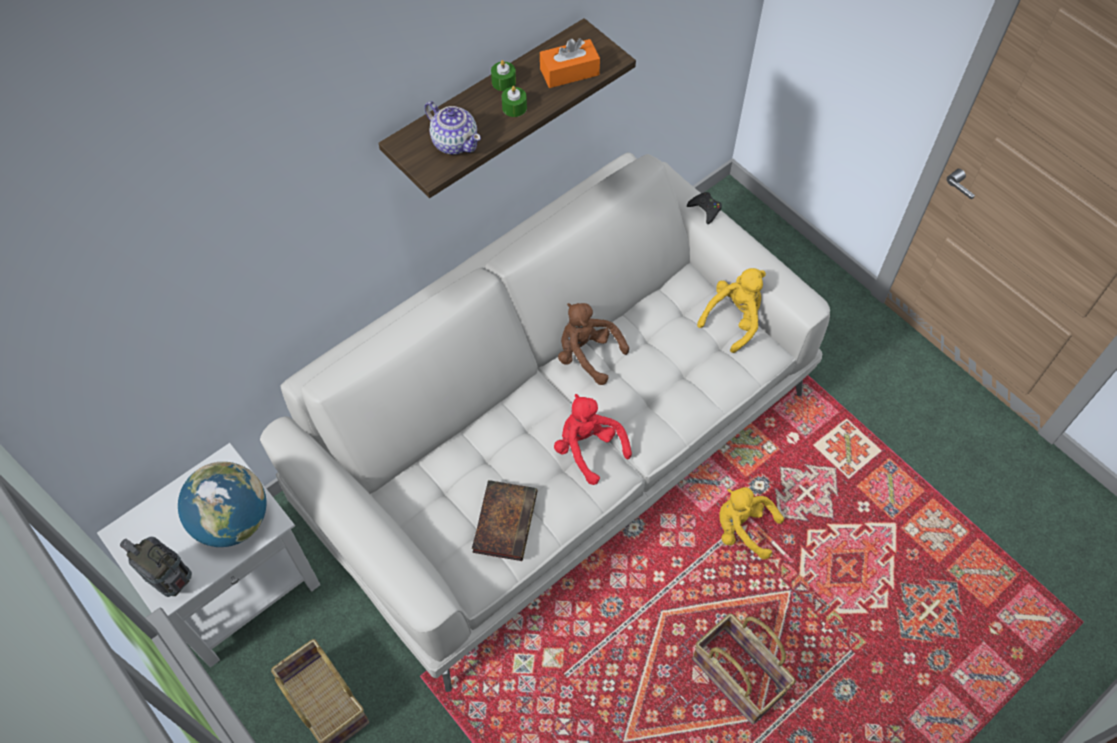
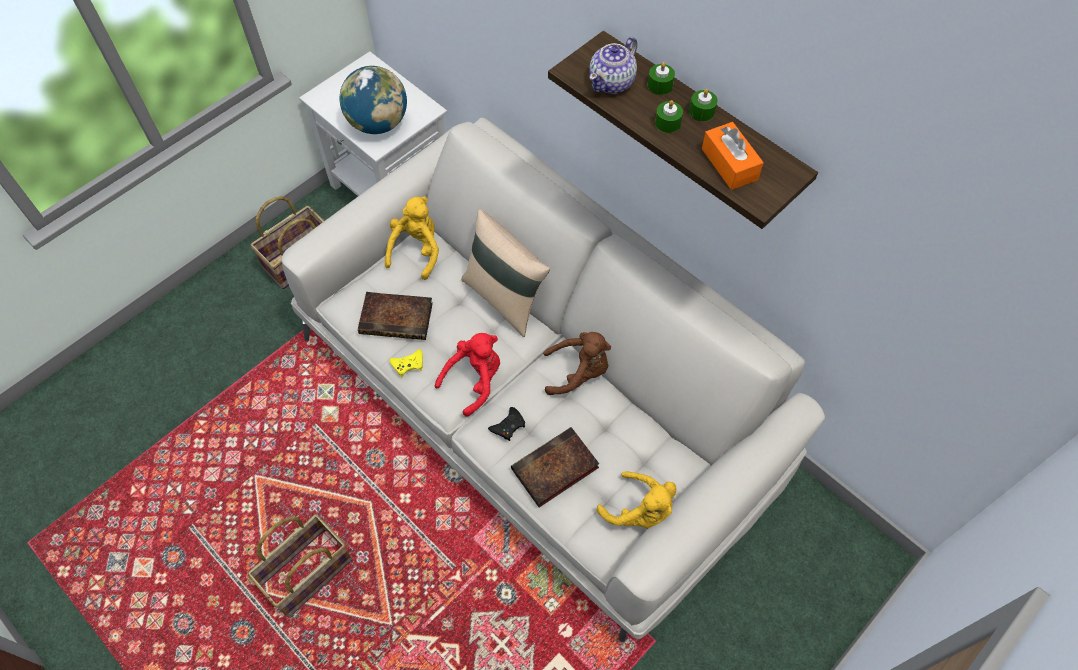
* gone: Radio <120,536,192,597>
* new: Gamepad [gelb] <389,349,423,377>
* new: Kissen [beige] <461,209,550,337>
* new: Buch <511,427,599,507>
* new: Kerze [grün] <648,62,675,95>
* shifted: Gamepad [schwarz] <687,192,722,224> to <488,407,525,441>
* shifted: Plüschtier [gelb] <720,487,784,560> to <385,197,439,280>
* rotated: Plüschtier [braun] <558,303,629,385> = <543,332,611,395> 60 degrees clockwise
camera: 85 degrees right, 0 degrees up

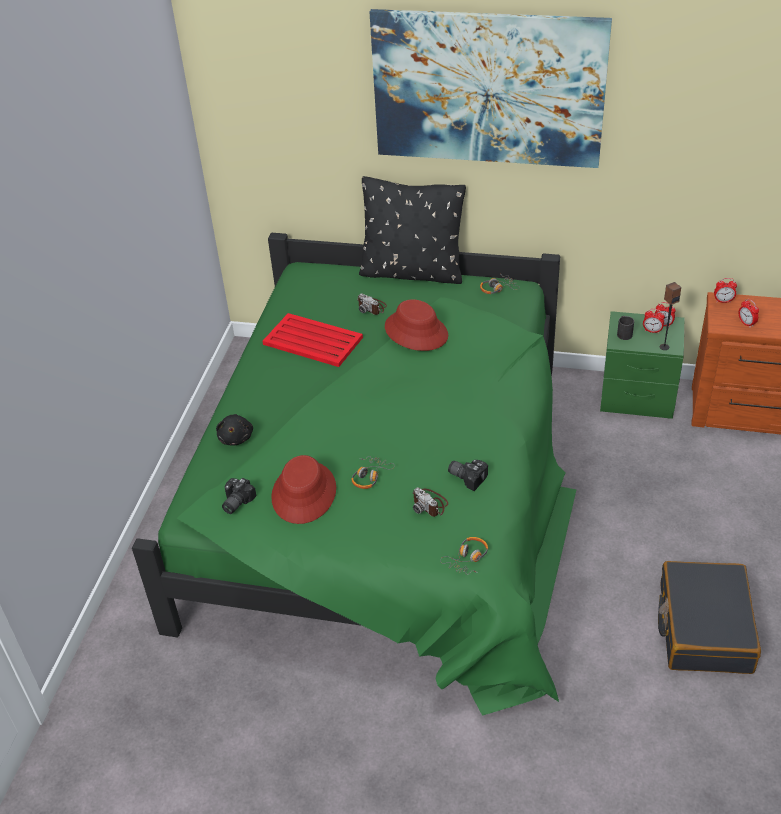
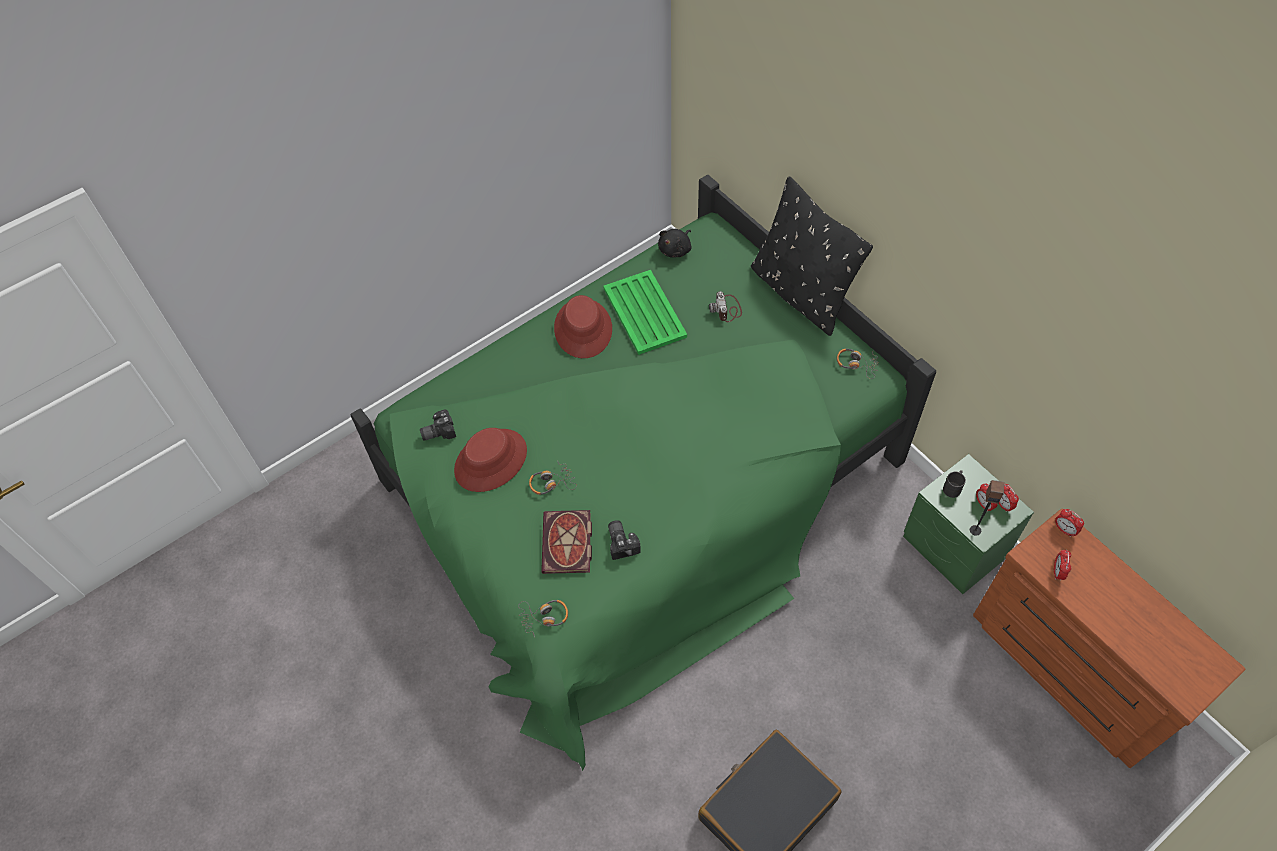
* gone: Bild <370,9,612,168>
* shifted: Plüschtier [schwarz] <216,414,253,445> to <658,229,691,258>
* shifted: Hut [rot] <385,299,448,351> to <554,295,612,358>
* swapped: Kamera <413,488,448,517> to Buch <541,510,592,574>
* repainted: Tablett [rot] <263,313,363,367> to Tablett [grün] <603,270,687,355>
camera: 40 degrees right, 15 degrees up

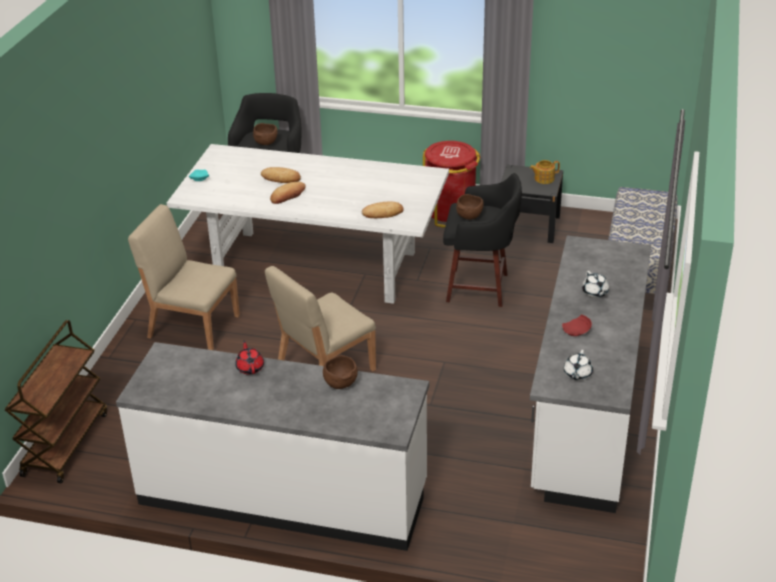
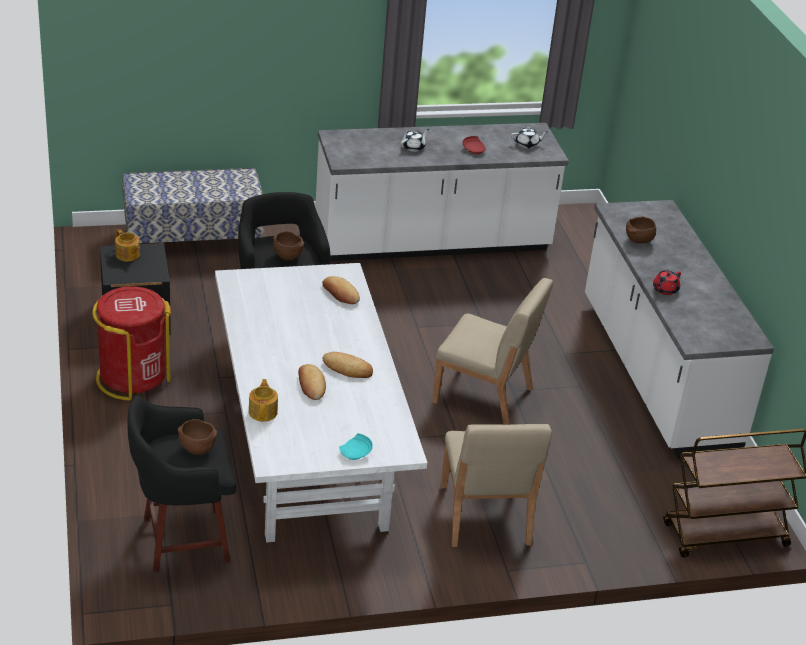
* new: Teekanne <249,379,278,422>
camera: 120 degrees left, 0 degrees up

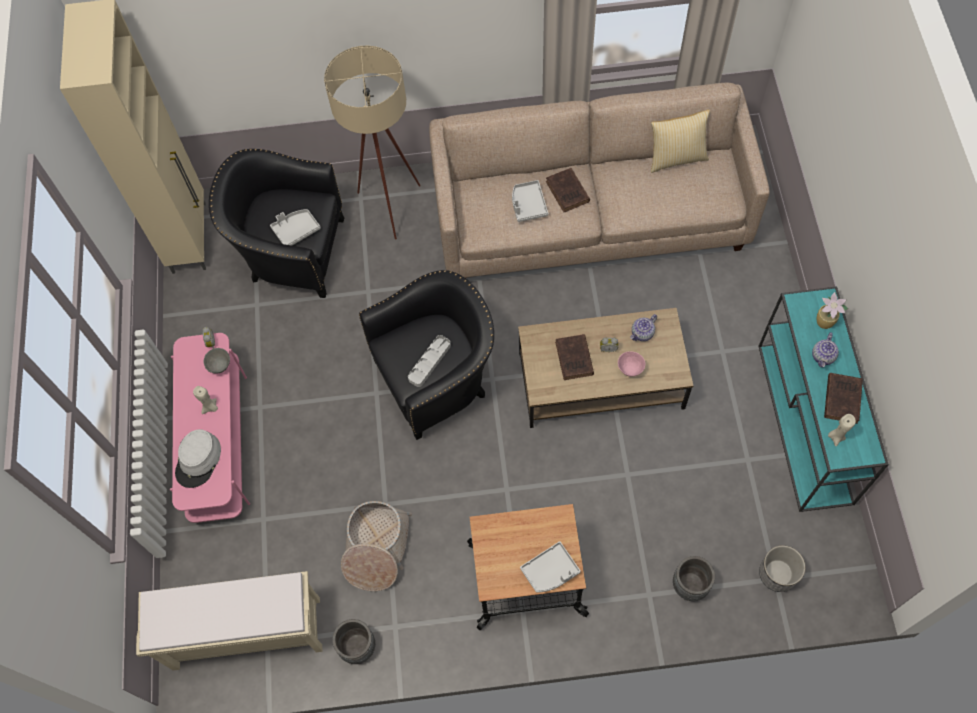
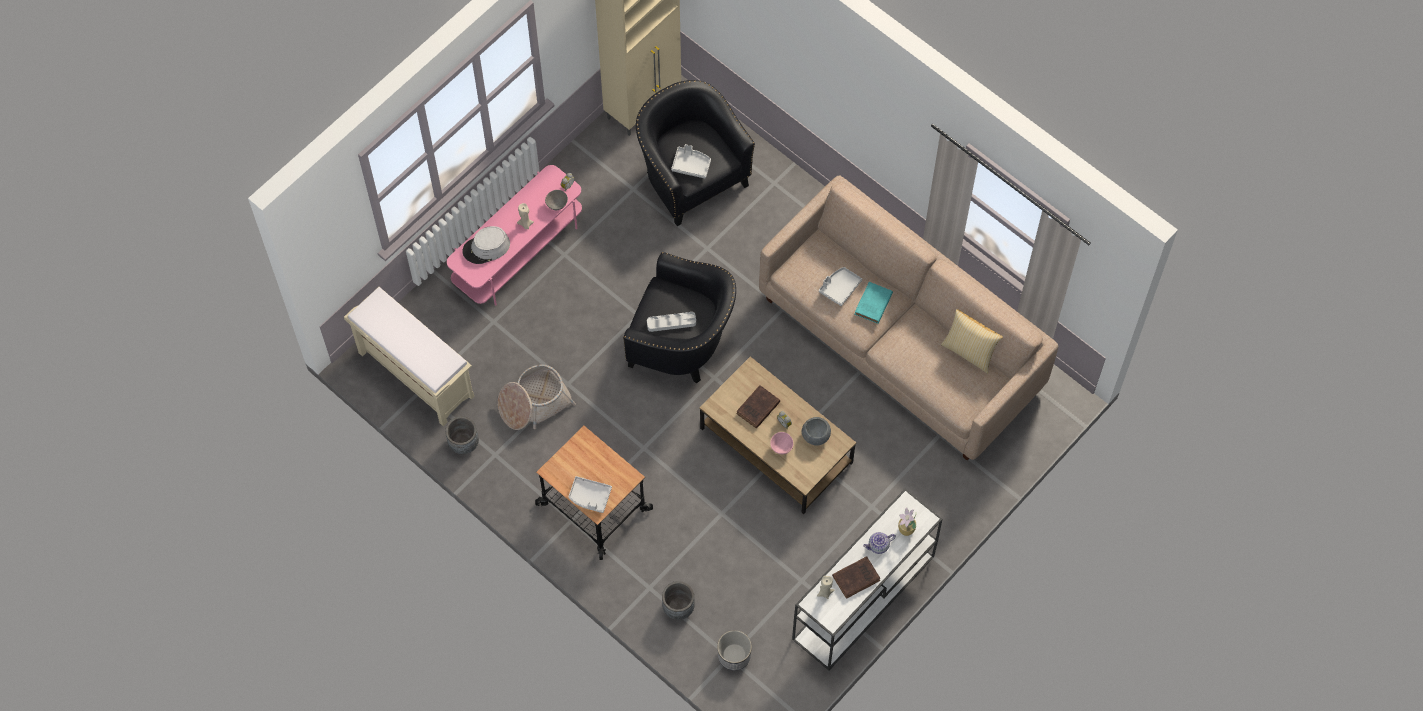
* gone: Stehlampe [beige] <324,46,421,240>
* swapped: Teekanne <630,314,657,341> to Schüssel [grau] <802,417,831,446>
* repainted: Buch [braun] <546,168,590,212> to Buch [türkis] <855,282,893,324>
* repainted: Konsolentisch [türkis] <758,286,889,512> to Konsolentisch [weiß] <792,489,942,671>
camera: 45 degrees right, 0 degrees up

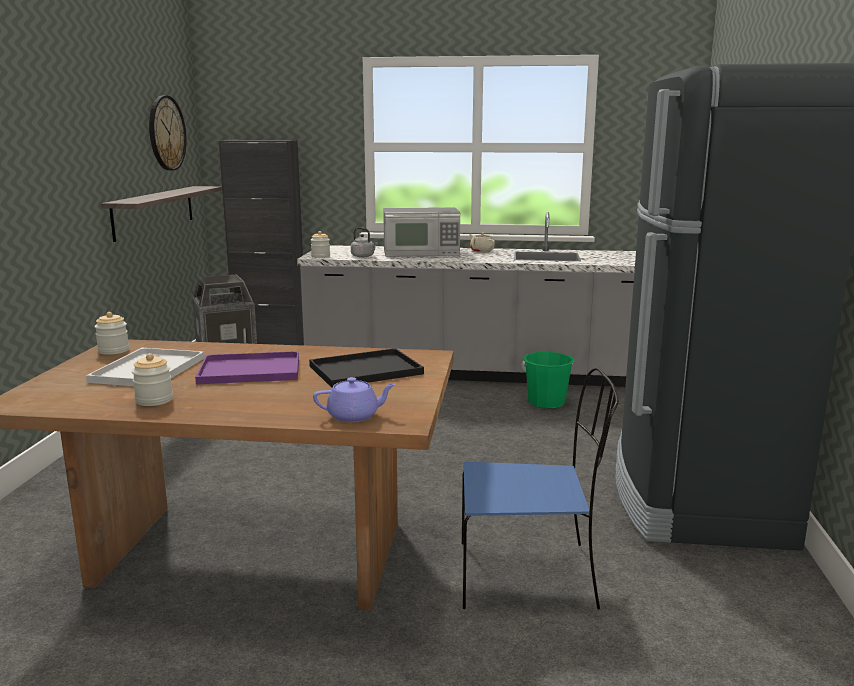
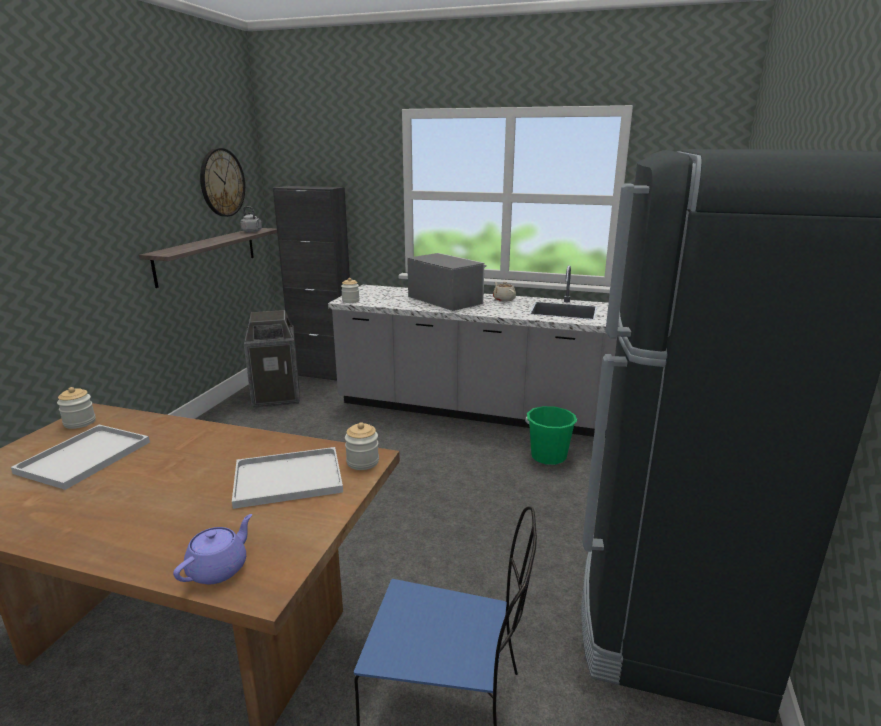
* gone: Tablett [lila] <195,351,299,384>
* shifted: Vorratsglas <132,353,173,406> to <345,422,379,470>
* shifted: Wasserkessel [grau] <351,227,378,258> to <240,206,262,232>
* repainted: Tablett [schwarz] <309,348,424,388> to Tablett [weiß] <232,447,343,509>
* rotated: Teekanne [lila] <313,377,396,422> = <173,514,252,584> 60 degrees counterclockwise
* rotated: Mikrowelle <383,207,460,257> = <407,253,487,311> 135 degrees counterclockwise
camera: 10 degrees right, 5 degrees up

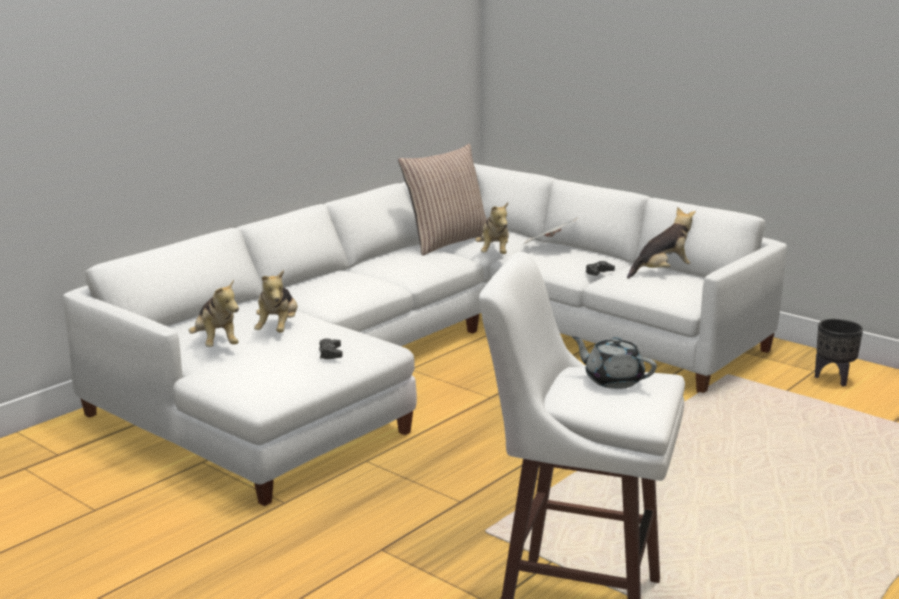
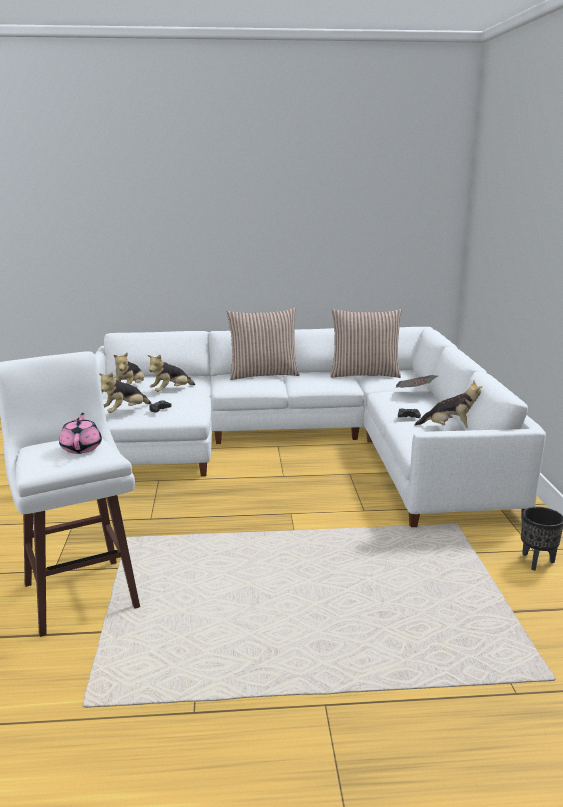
* new: Kissen <227,308,300,380>
* shifted: Plüschtier <475,202,509,254> to <99,372,151,413>
* repainted: Teekanne [grau] <572,337,657,389> to Teekanne [rosa] <59,413,102,454>
camera: 45 degrees right, 0 degrees up

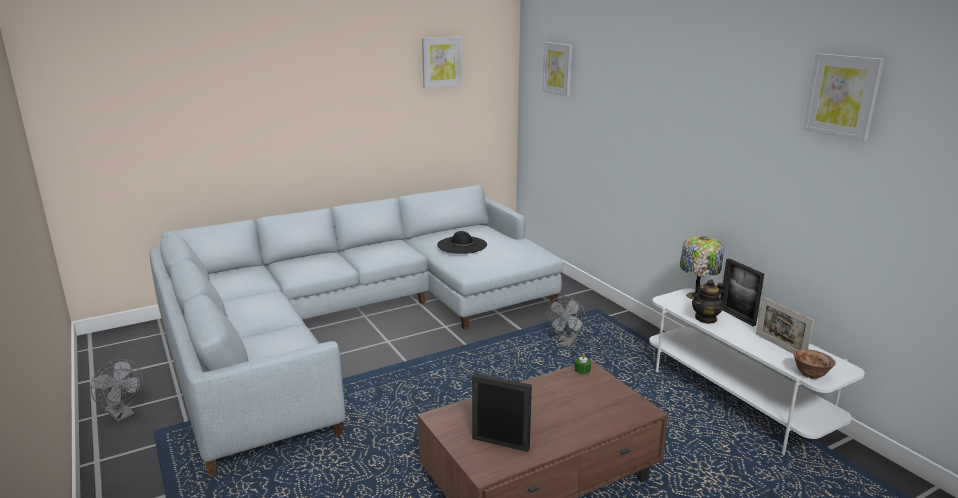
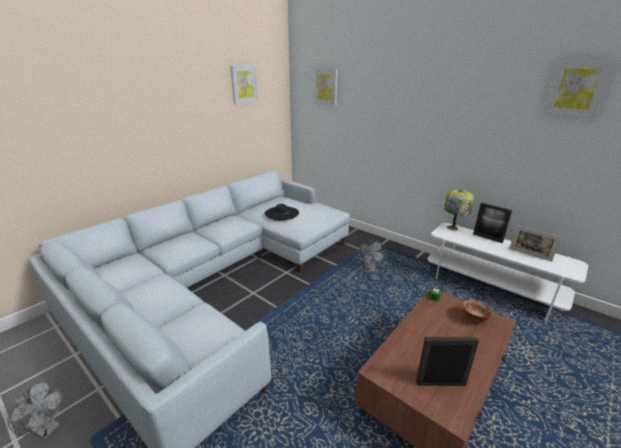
* gone: Teekanne <692,279,726,324>
* shifted: Schüssel <794,349,836,379> to <462,299,494,324>
camera: 20 degrees left, 5 degrees up

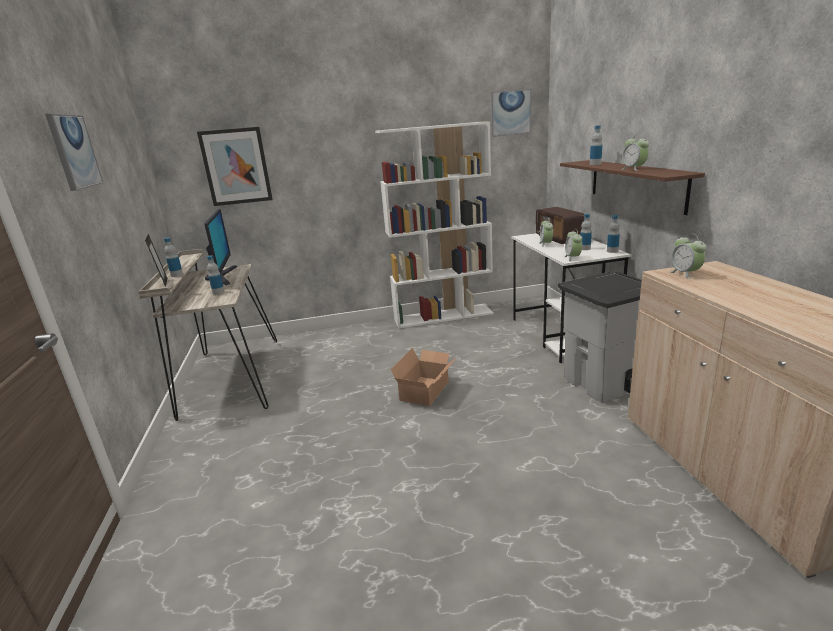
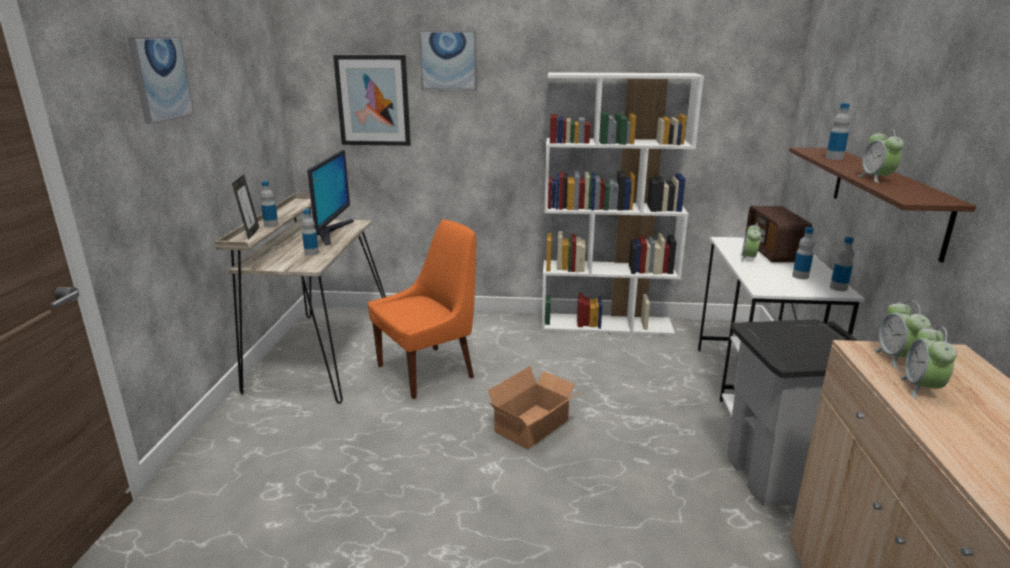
* new: Stuhl [orange] <368,220,476,399>
* shifted: Bild <491,89,531,137> to <419,31,477,91>
* shifted: Wecker <564,229,582,261> to <900,326,957,399>
camera: 15 degrees right, 0 degrees up

